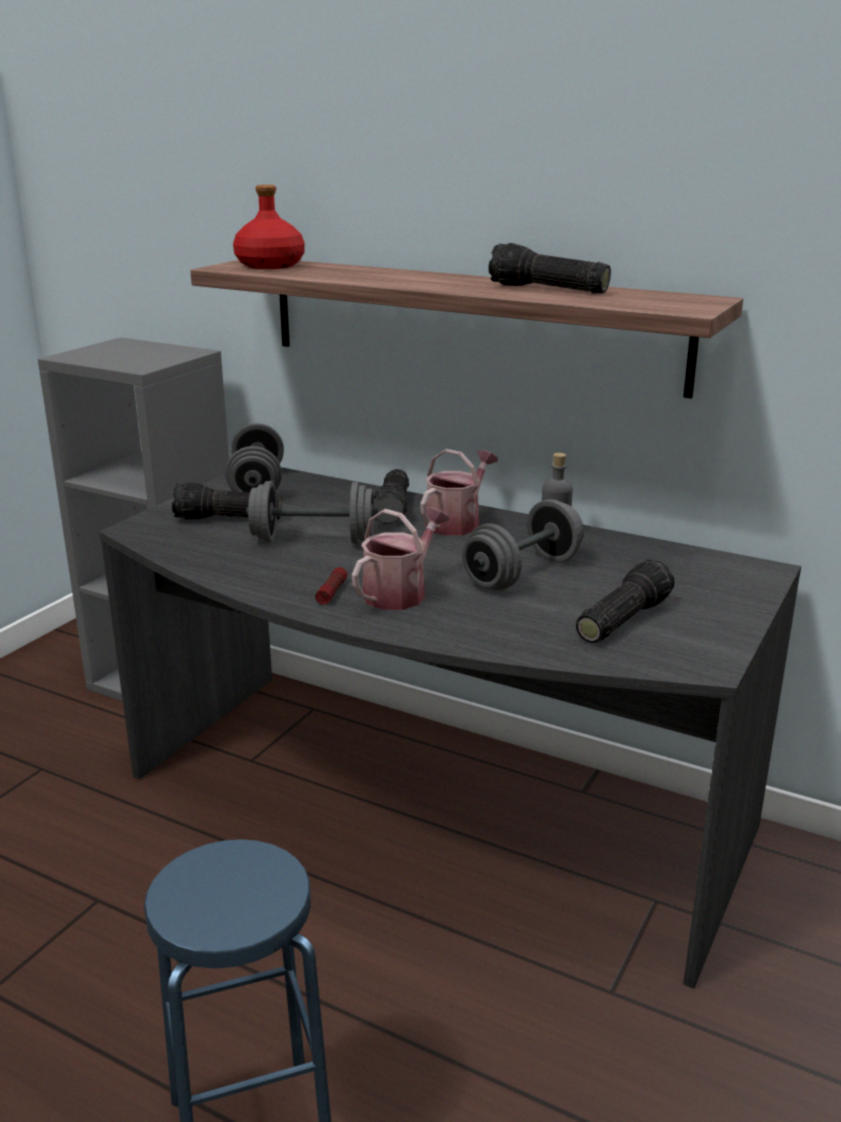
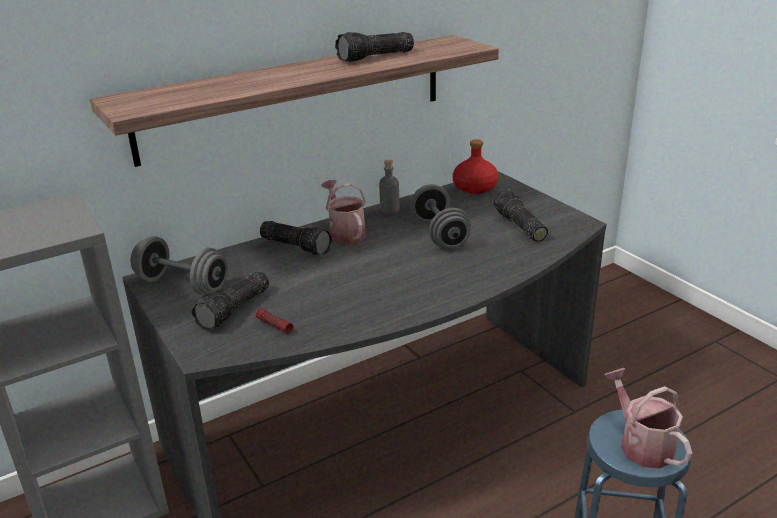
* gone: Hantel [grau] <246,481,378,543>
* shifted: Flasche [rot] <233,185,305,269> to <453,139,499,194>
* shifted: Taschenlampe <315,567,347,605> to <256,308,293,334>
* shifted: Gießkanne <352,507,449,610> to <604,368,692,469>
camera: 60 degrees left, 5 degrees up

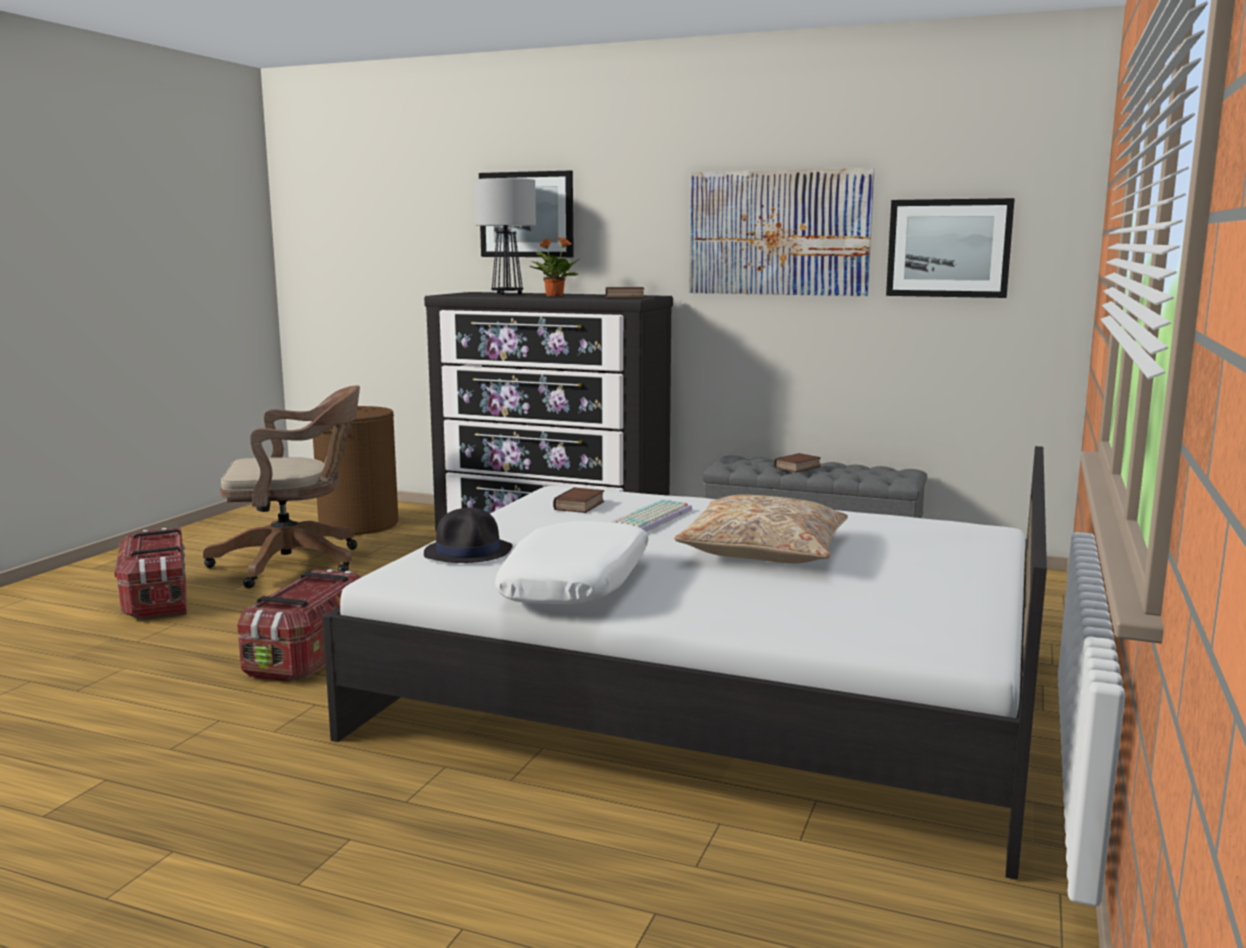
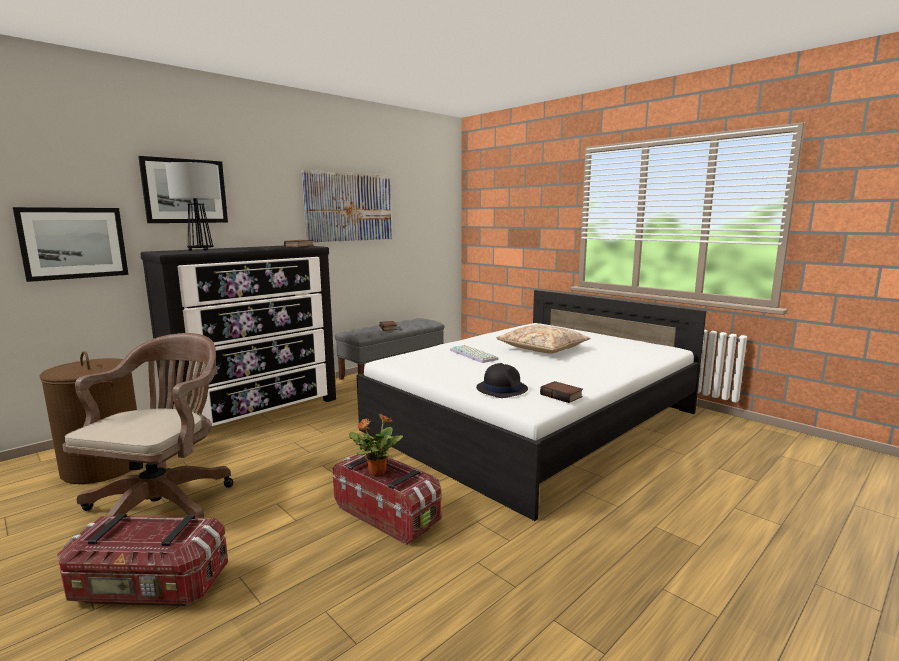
* gone: Kissen [weiß] <495,521,649,604>
* shifted: Topfpflanze <529,237,580,296> to <349,414,403,476>
* shifted: Buch <553,488,604,513> to <540,381,583,403>
* shifted: Bild <886,198,1015,298> to <13,207,129,282>
camera: 65 degrees left, 0 degrees up

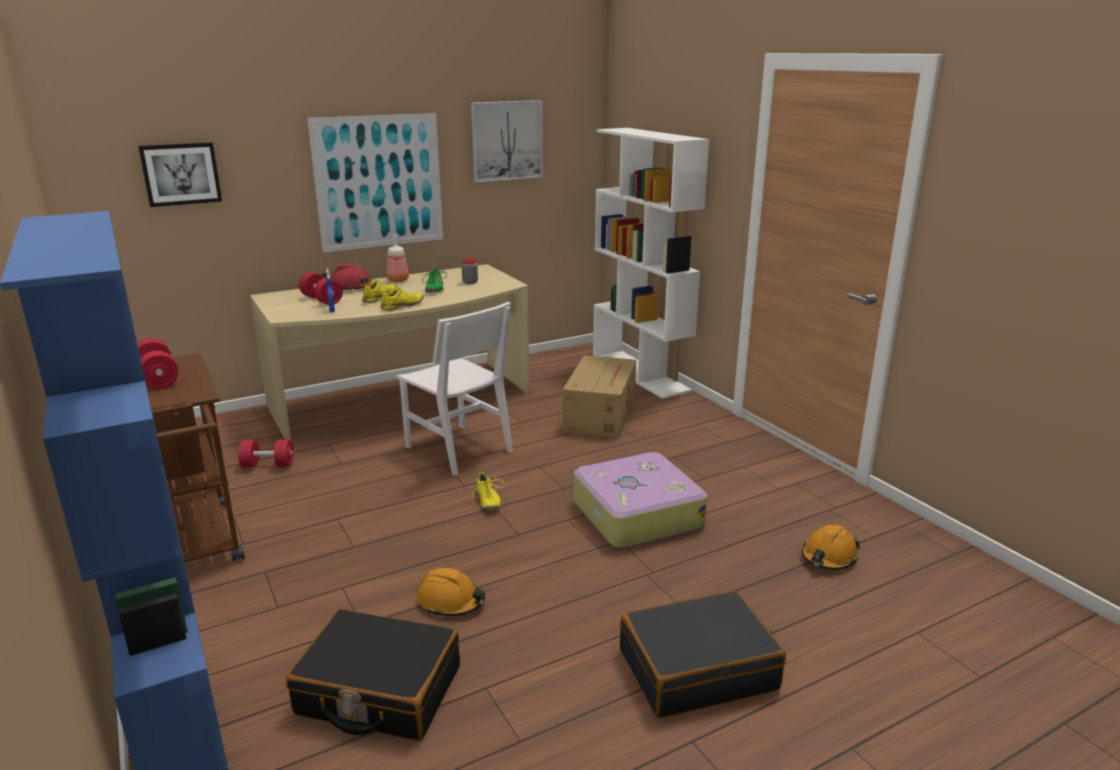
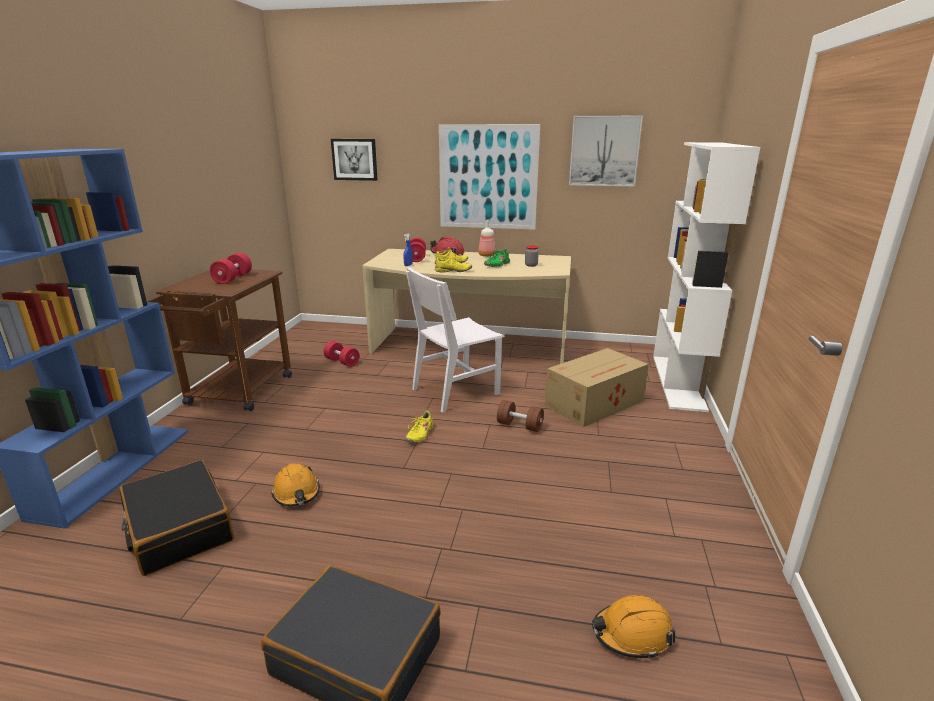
* gone: Koffer <573,452,707,548>
* new: Hantel [braun] <497,400,544,432>
* rotated: Stuhl [weiß] <396,302,513,476> = <406,267,505,413> 60 degrees clockwise
camera: 40 degrees right, 0 degrees up

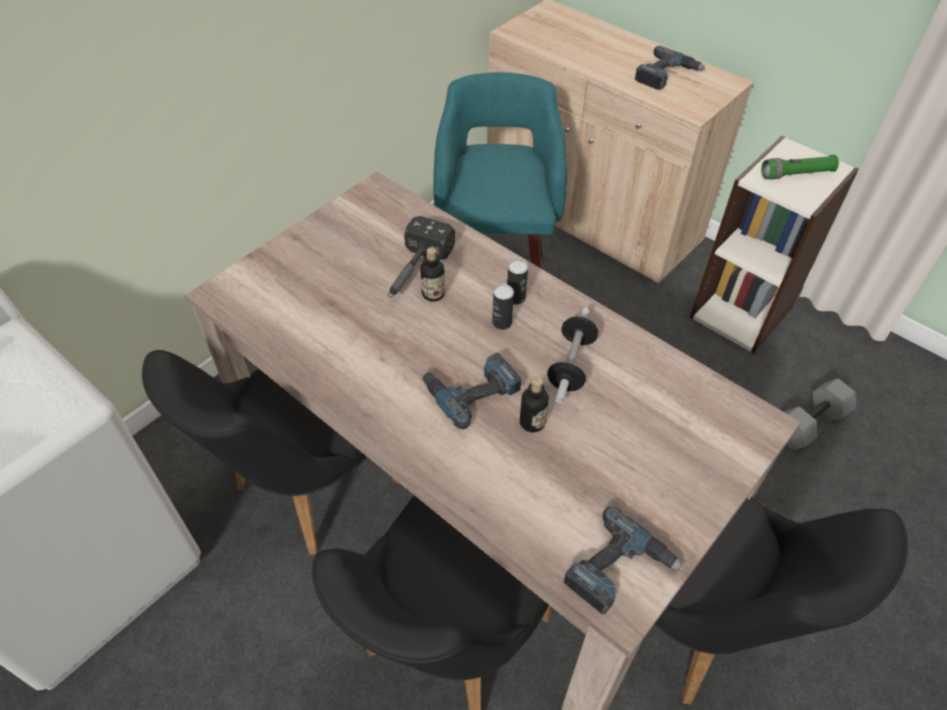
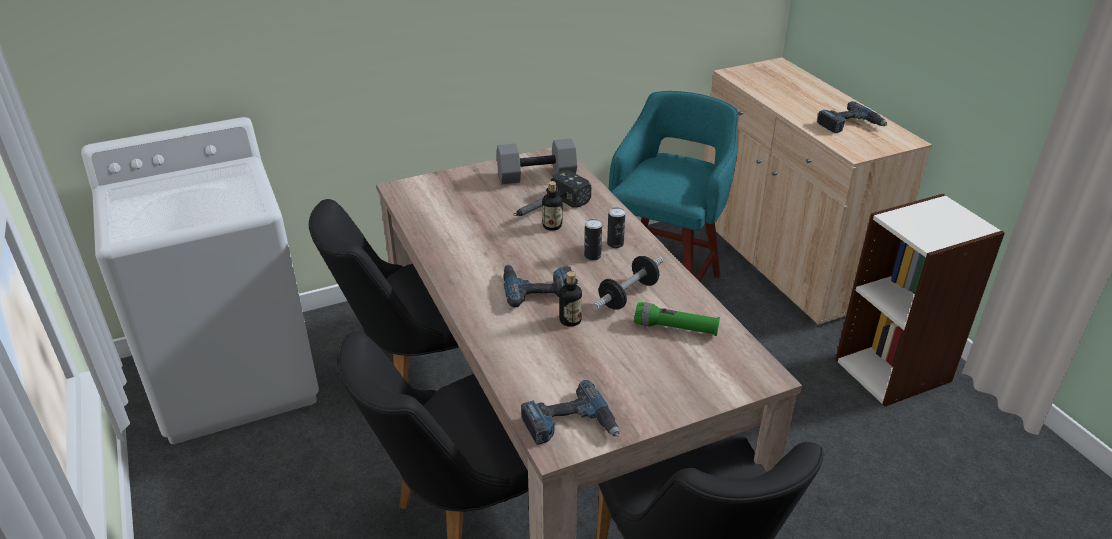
* shifted: Taschenlampe [grün] <761,155,839,179> to <634,302,720,336>
* shifted: Hantel [grau] <785,378,856,450> to <497,138,577,184>
camera: 25 degrees right, 15 degrees down

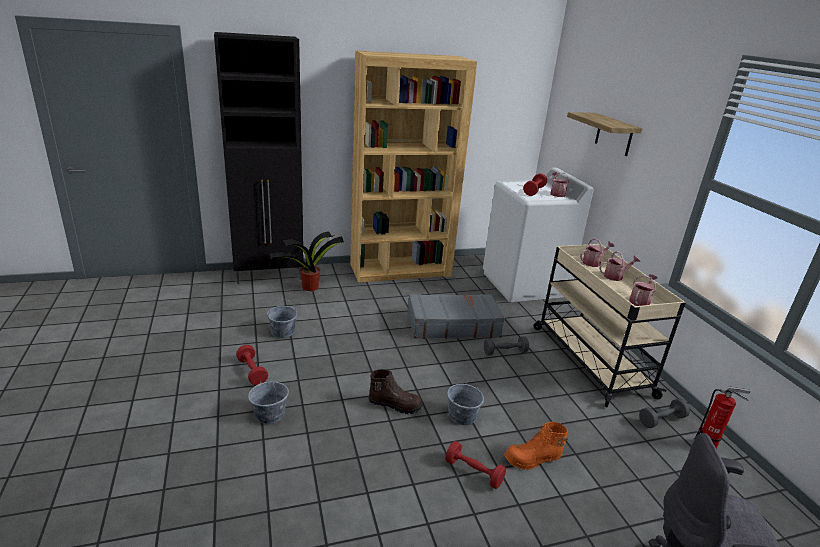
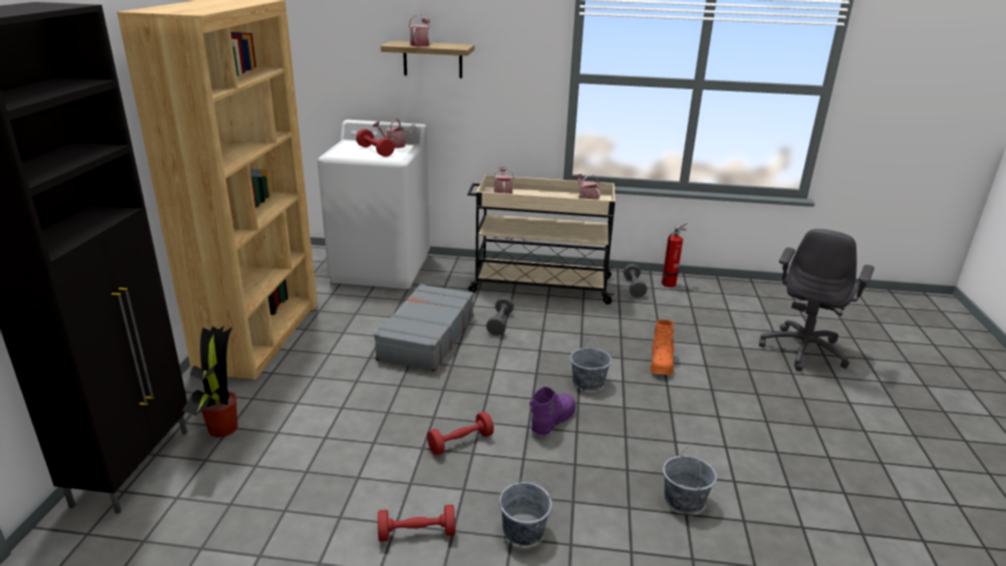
* shifted: Eimer [grau] <267,300,298,338> to <663,446,717,513>
* shifted: Hantel [rot] <445,441,506,489> to <427,412,494,455>
* shifted: Gießkanne <599,251,640,281> to <409,15,430,47>
* repainted: Stiefel [braun] <368,369,422,414> to Stiefel [lila] <530,386,576,435>
camera: 65 degrees left, 0 degrees up

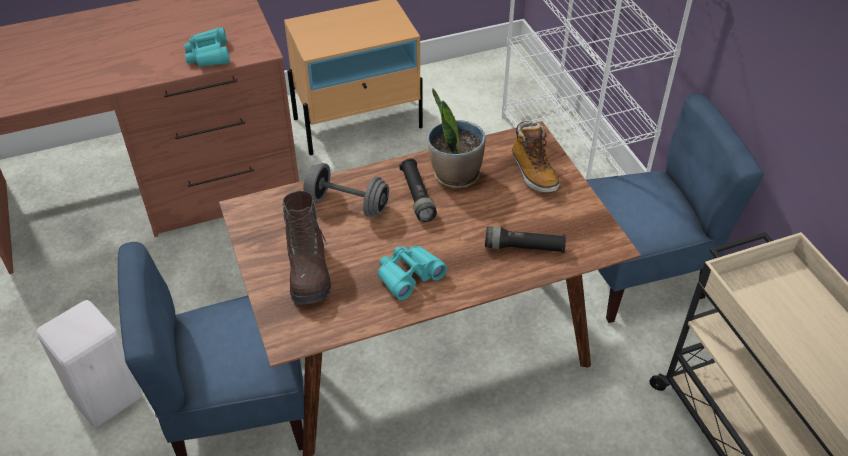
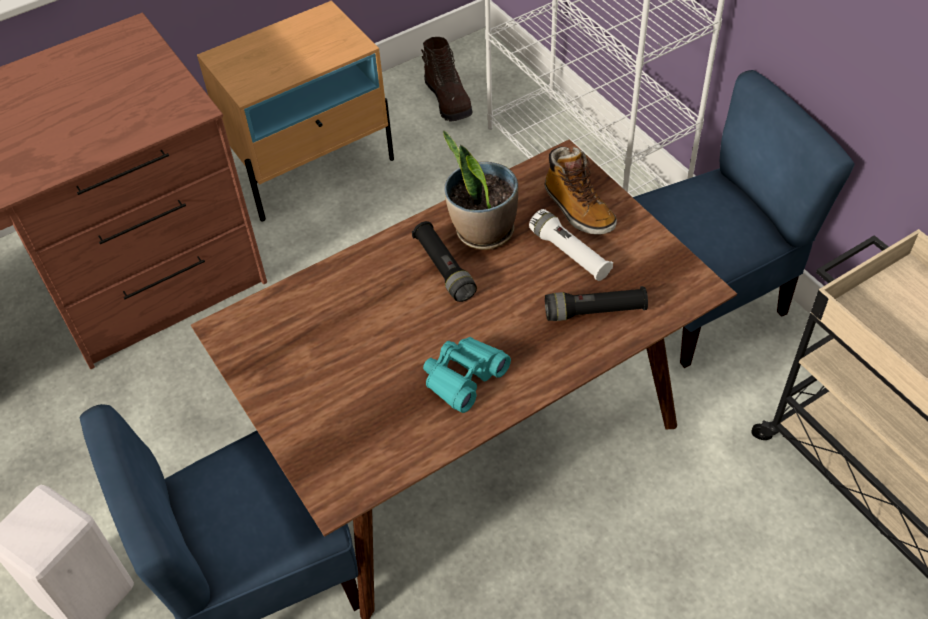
* gone: Fernglas [türkis] <184,27,230,67>
* gone: Hantel [grau] <303,163,389,217>
* new: Taschenlampe [weiß] <529,209,613,281>
* shifted: Stiefel [braun] <282,191,331,304> to <421,37,473,121>
camera: 10 degrees left, 5 degrees up

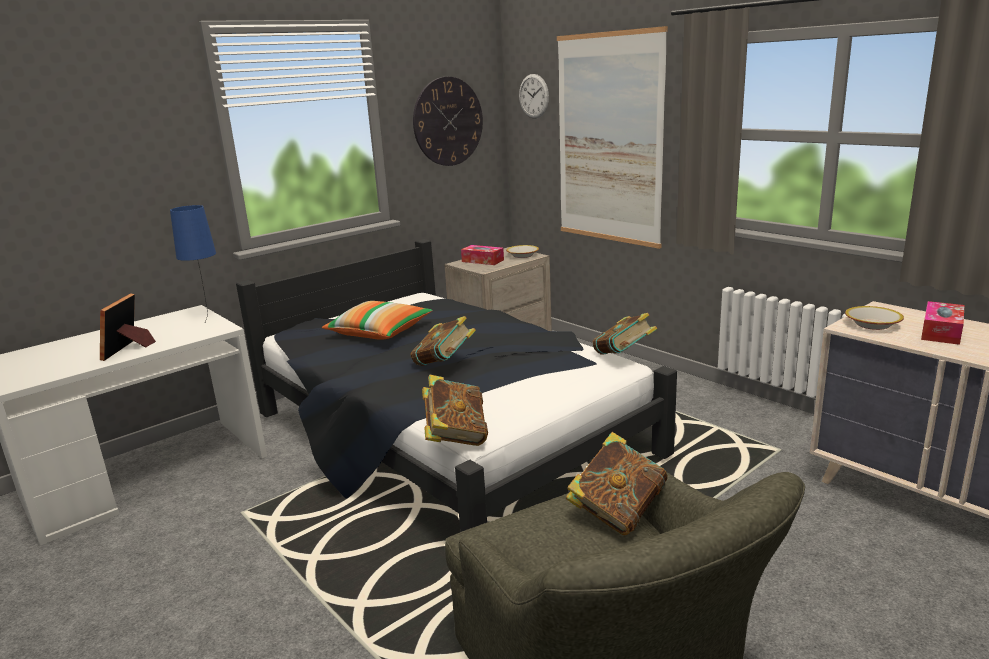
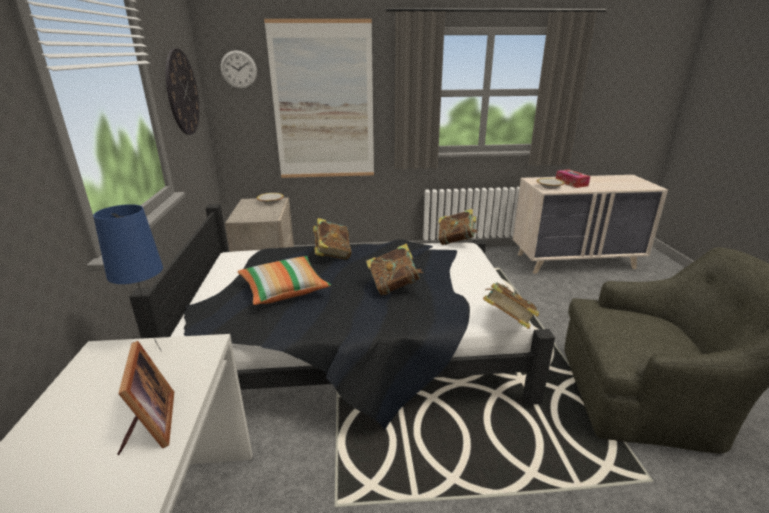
* gone: Taschentuchbox <461,245,504,265>
* shifted: Buch <566,432,668,535> to <313,218,351,260>
* rotated: Bilderrahmen <100,293,156,361> = <117,341,174,455> 150 degrees counterclockwise
camera: 55 degrees left, 5 degrees up

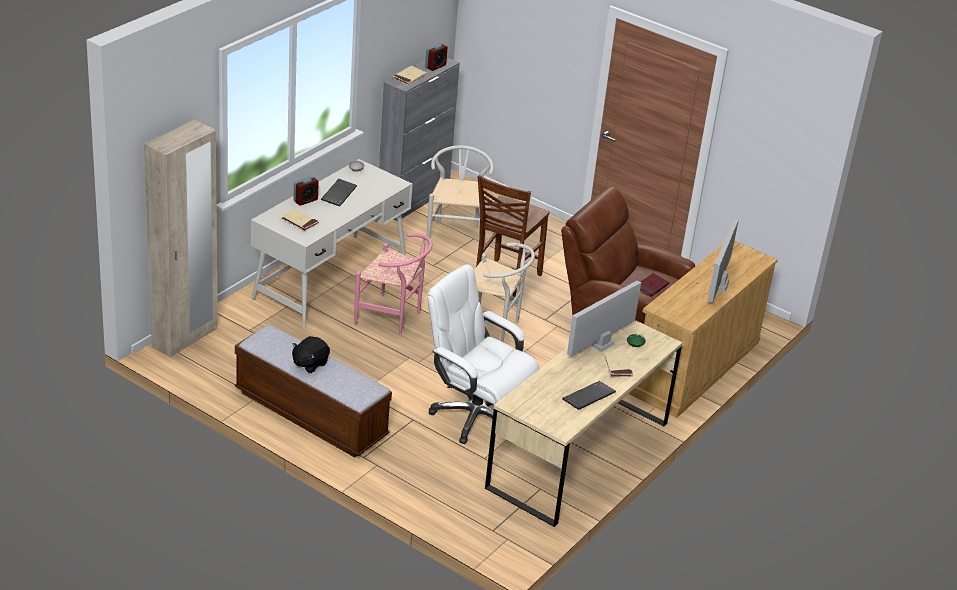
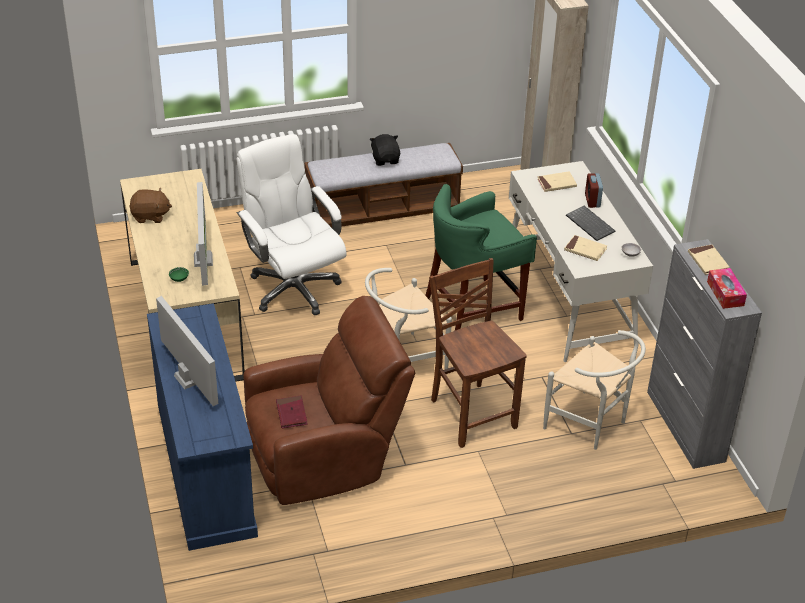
* shifted: Buch [beige] <604,352,633,377> to <564,235,607,261>
* swapped: Stuhl [rosa] <355,233,433,335> to Hocker [grün] <425,184,537,330>
* swapped: Wecker <425,43,448,71> to Taschentuchbox <707,268,747,309>
* swapped: Tastatur <562,381,616,410> to Plüschtier [braun] <129,188,172,223>
* repainted: Kommode [beige] <629,241,778,418> to Kommode [blau] <147,303,258,551>
* rotated: Bürostuhl [weiß] <427,264,539,444> = <236,134,346,315> 105 degrees counterclockwise
camera: 130 degrees right, 5 degrees up

